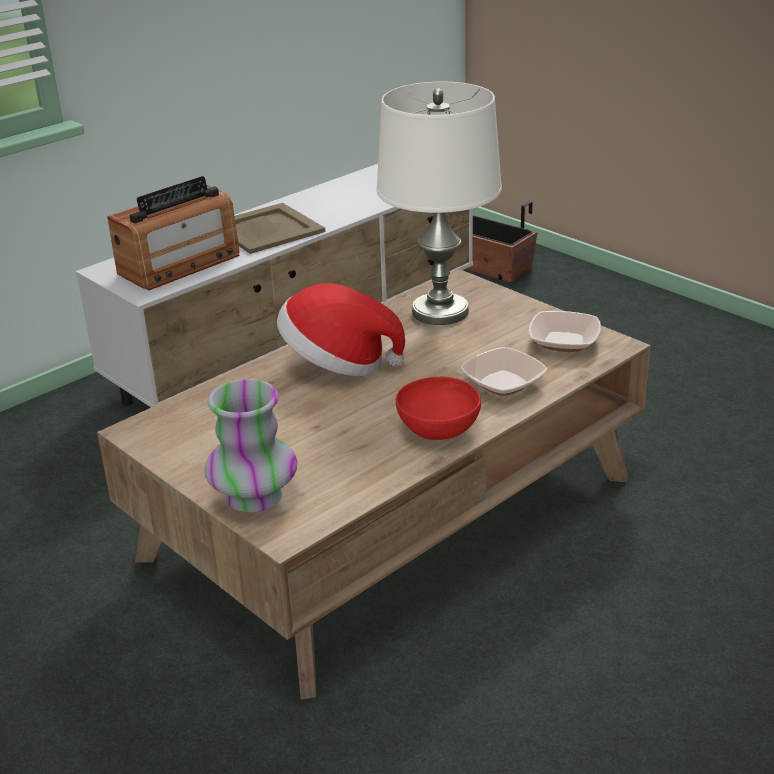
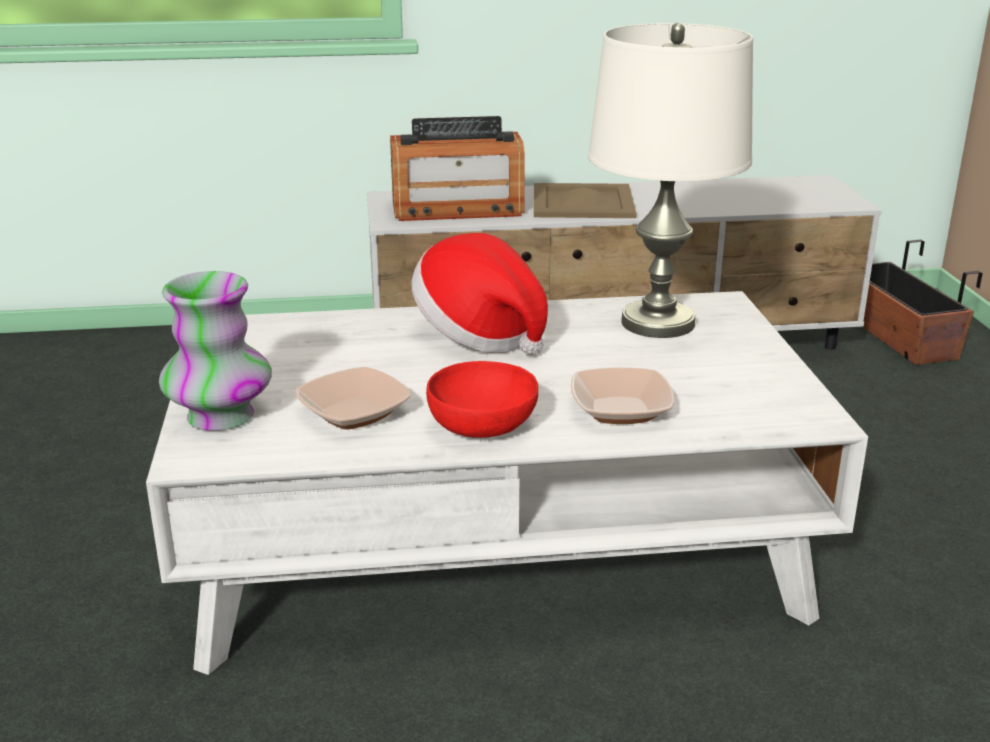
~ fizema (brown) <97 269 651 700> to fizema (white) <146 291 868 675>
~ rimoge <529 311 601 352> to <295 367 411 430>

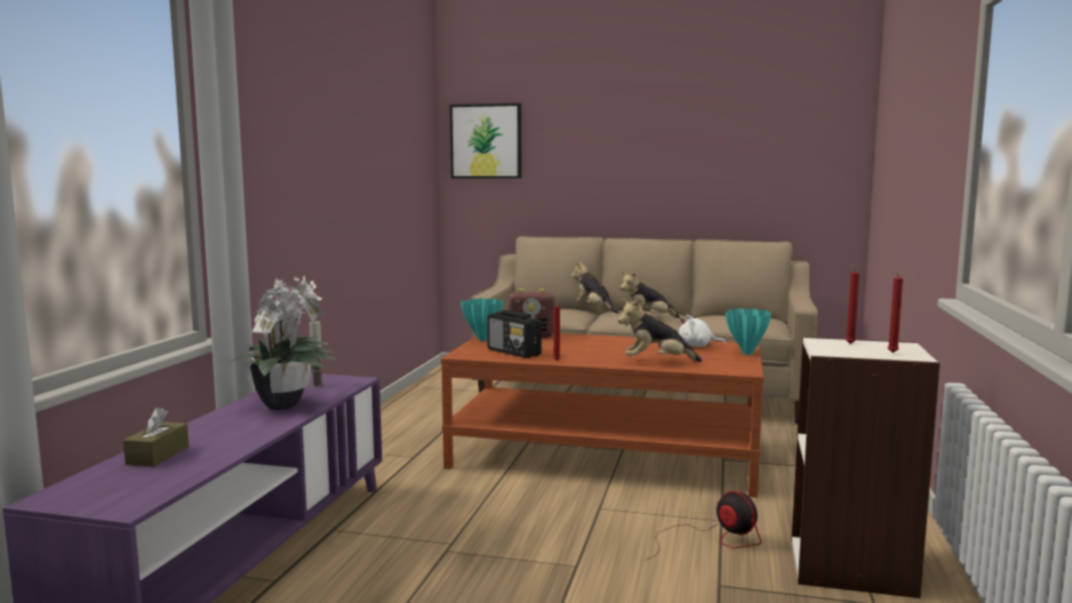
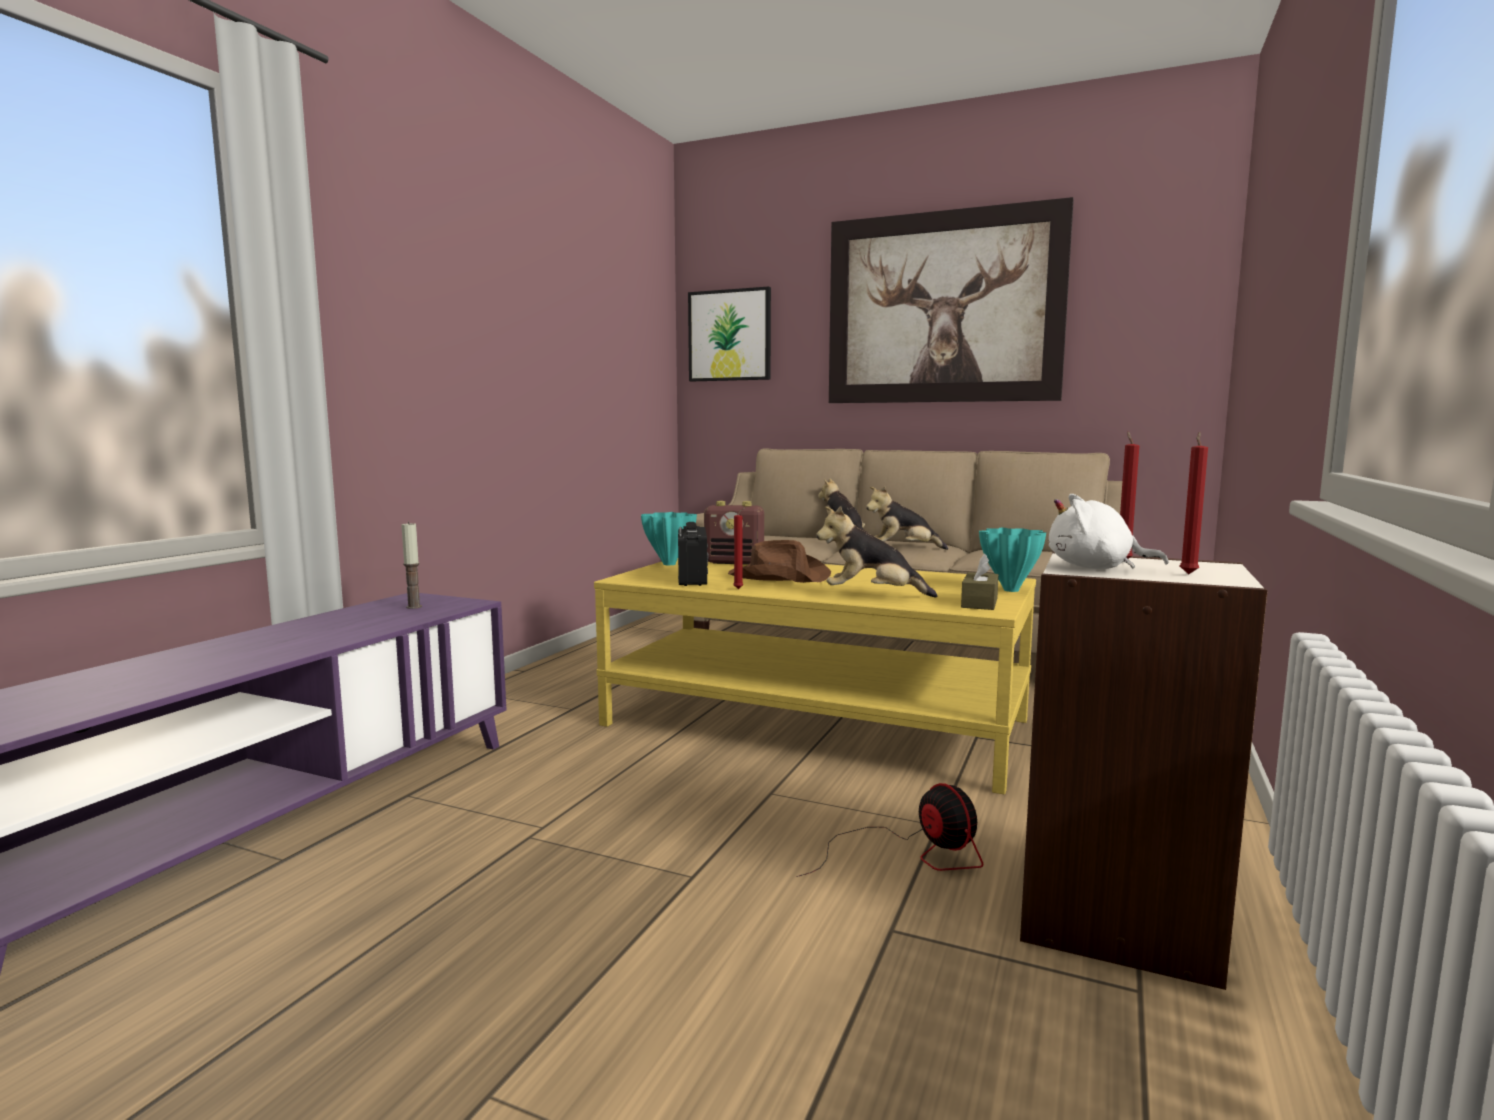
~ fizema (brown) <441 333 764 498> to fizema (yellow) <594 559 1036 795>
~ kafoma <487 310 541 358> = <678 522 708 586> 150 degrees counterclockwise
+ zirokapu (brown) <728 540 831 583>
+ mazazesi <829 197 1074 403>
~ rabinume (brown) <123 407 189 467> to <961 554 999 610>
~ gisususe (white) <679 315 726 347> to <1049 494 1169 569>
- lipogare <219 276 336 410>

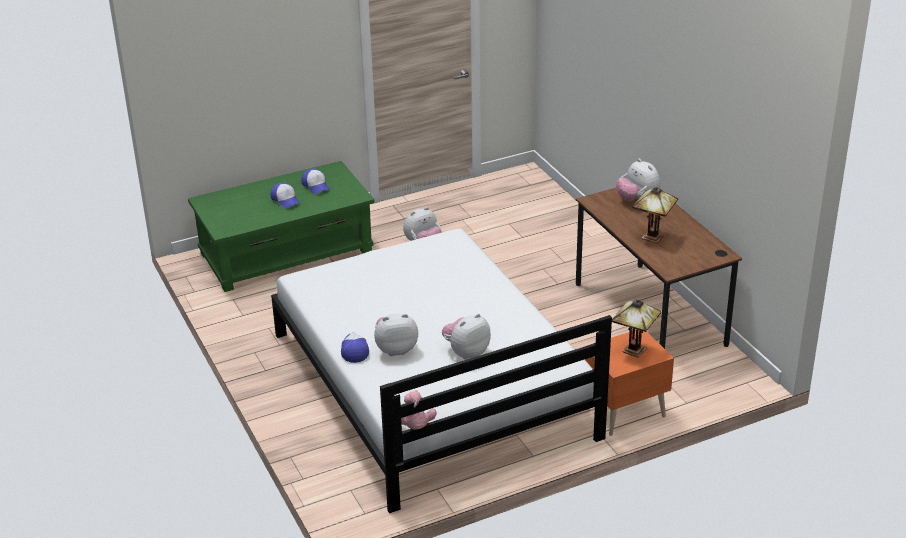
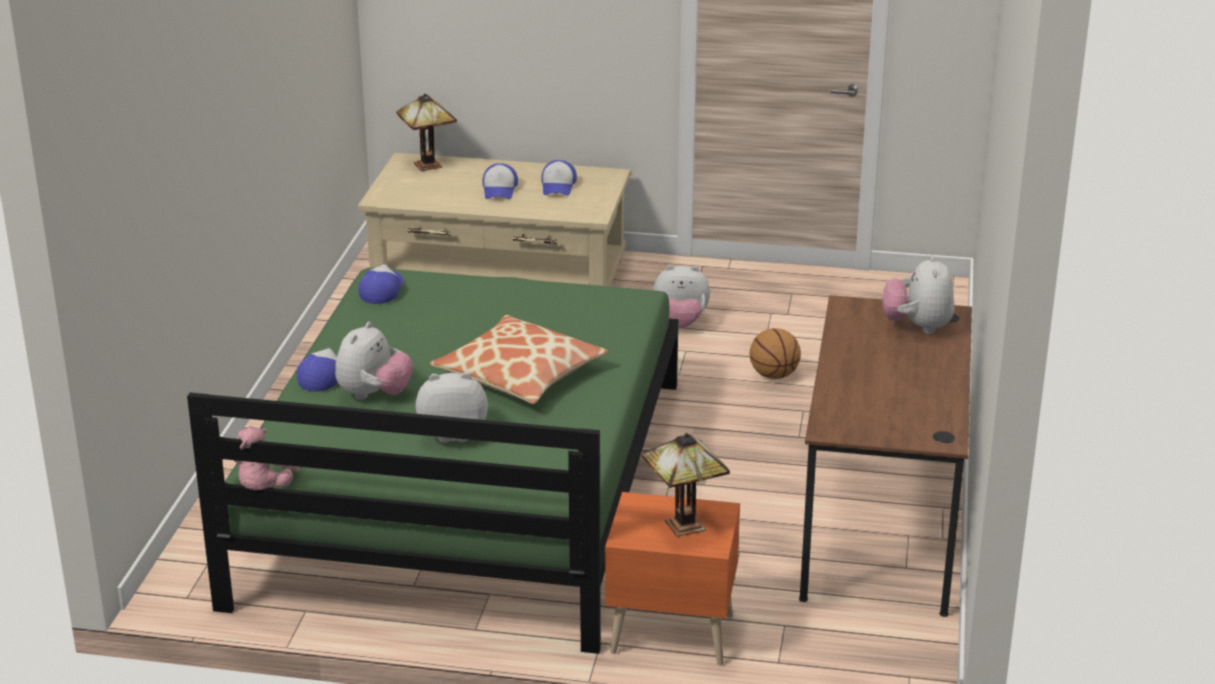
~ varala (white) <271 228 612 513> to varala (green) <187 268 678 654>
~ gisususe <374 314 418 356> = <335 322 413 400> 90 degrees clockwise
~ fizema (green) <188 161 374 292> to fizema (beige) <358 153 631 287>
+ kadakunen <358 264 404 304>
~ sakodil <632 187 678 243> to <396 93 457 171>
+ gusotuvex <429 315 608 404>
+ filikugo <750 328 801 379>

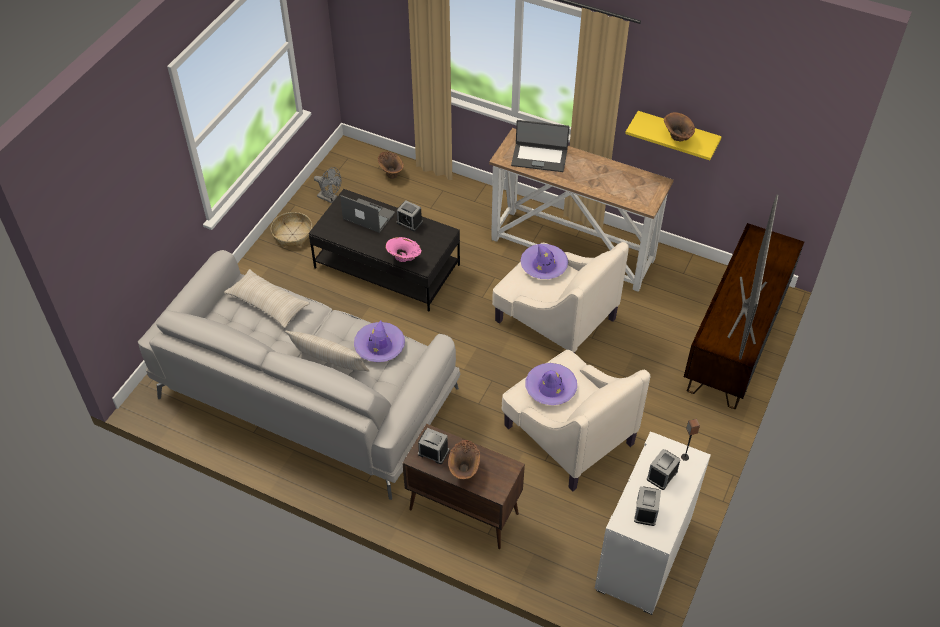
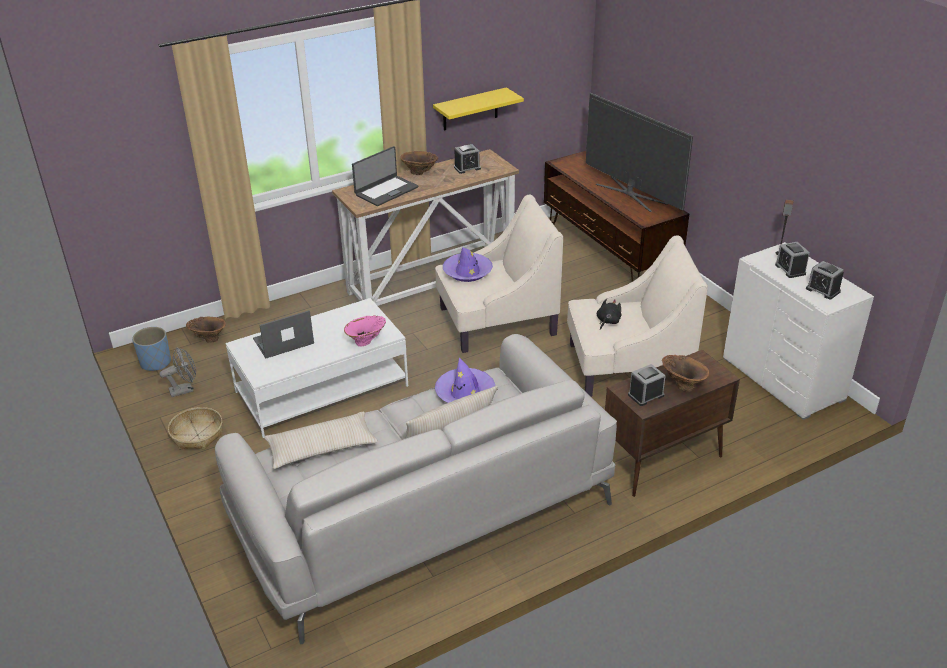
+ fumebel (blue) <132 327 171 371>
~ fizema (black) <309 189 460 312> to fizema (white) <226 298 408 438>
~ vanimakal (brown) <664 112 695 142> to <401 151 438 175>
~ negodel <397 201 423 231> to <454 144 481 174>
~ zirokapu (purple) <526 363 577 405> to gisususe (black) <597 299 621 330>

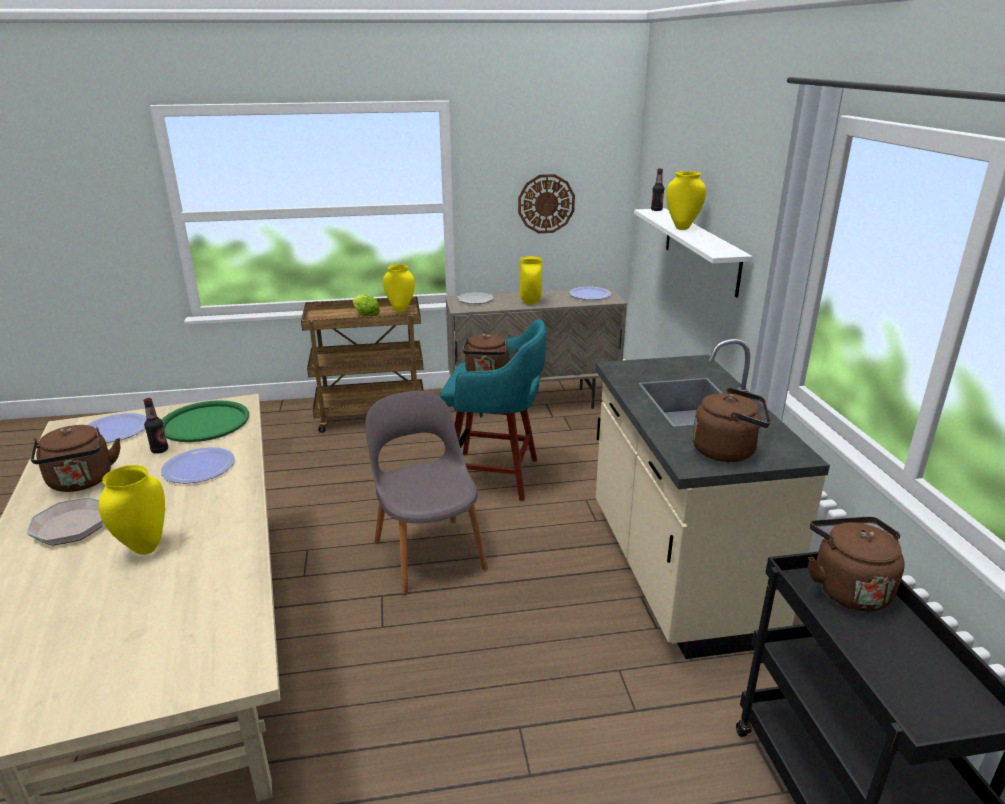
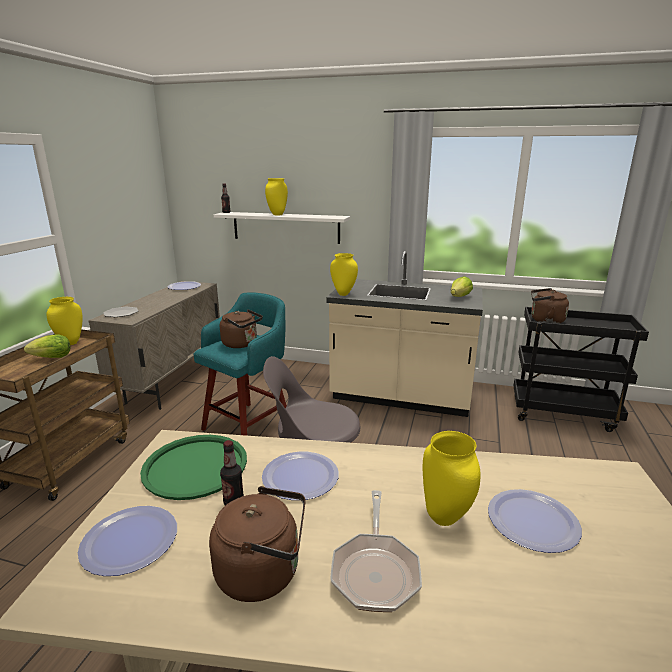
~ vanimakal (yellow) <520 256 542 304> to <330 253 358 296>
~ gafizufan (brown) <692 388 771 462> to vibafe <451 276 473 297>
+ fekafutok <488 489 582 553>
- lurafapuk <518 174 575 233>

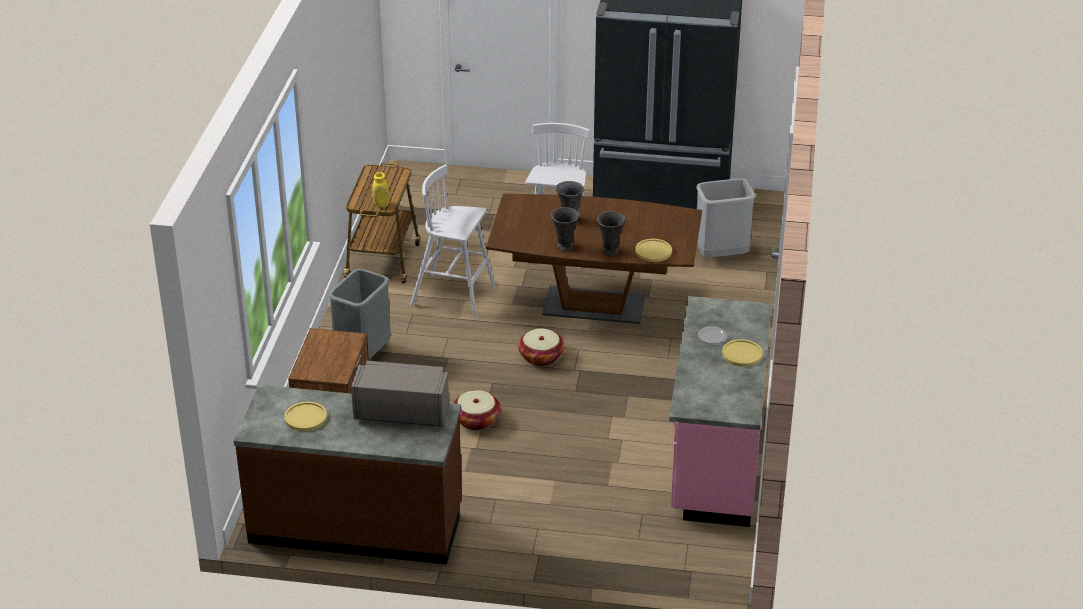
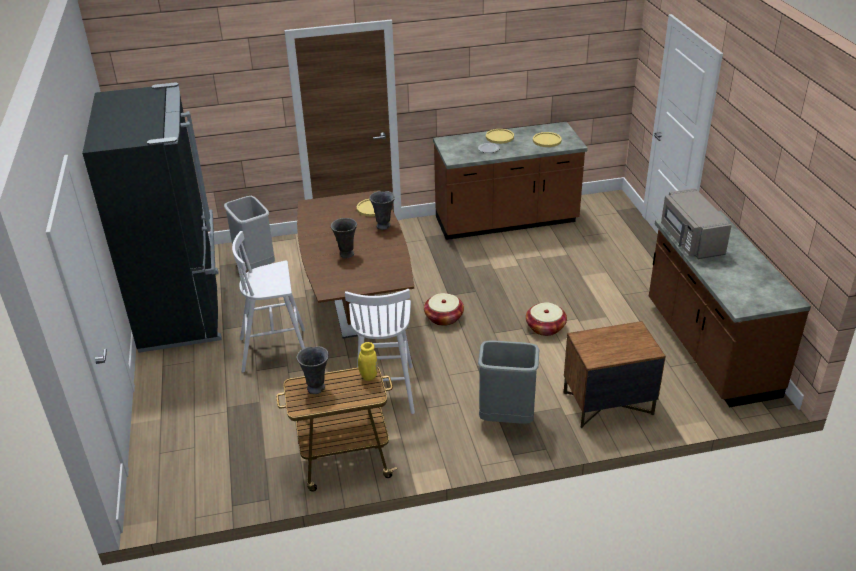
~ vanimakal (grey) <551 207 579 252> to <297 346 329 394>
~ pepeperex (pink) <669 296 771 527> to pepeperex (brown) <433 122 588 240>
~ fekafutok (yellow) <284 402 327 431> to <533 132 562 147>

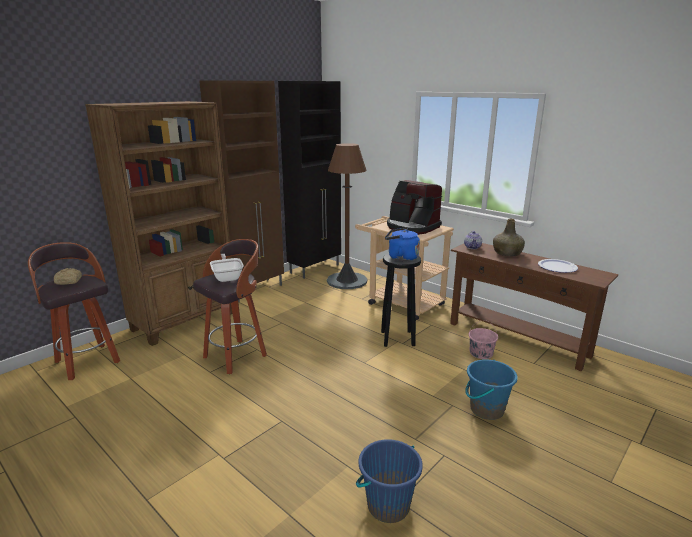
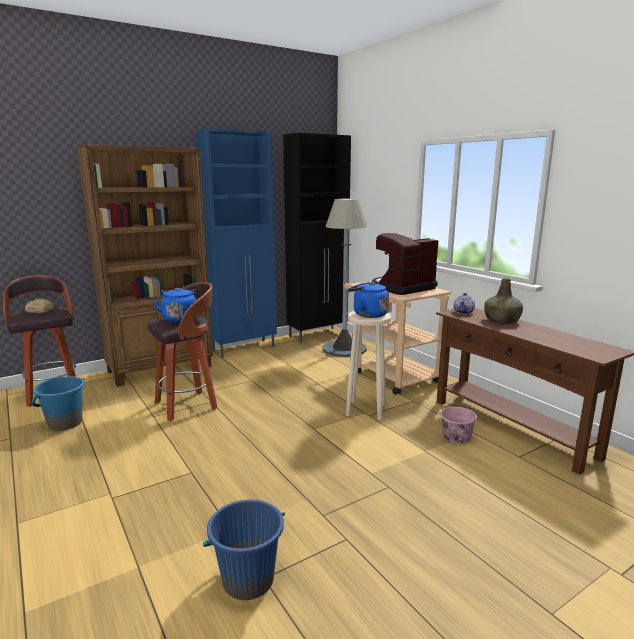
~ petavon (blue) <465 359 518 420> to <31 377 85 431>
~ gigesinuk <210 254 243 282> to gafizufan (blue) <153 288 197 323>
~ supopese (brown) <199 80 284 302> to supopese (blue) <196 128 277 358>
~ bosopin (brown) <327 143 367 289> to bosopin (grey) <323 199 368 357>
~ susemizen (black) <381 253 421 347> to susemizen (beige) <346 311 391 420>
~ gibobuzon <387 180 442 235> = <372 233 438 295> 90 degrees clockwise
- fekafutok <538 259 578 273>

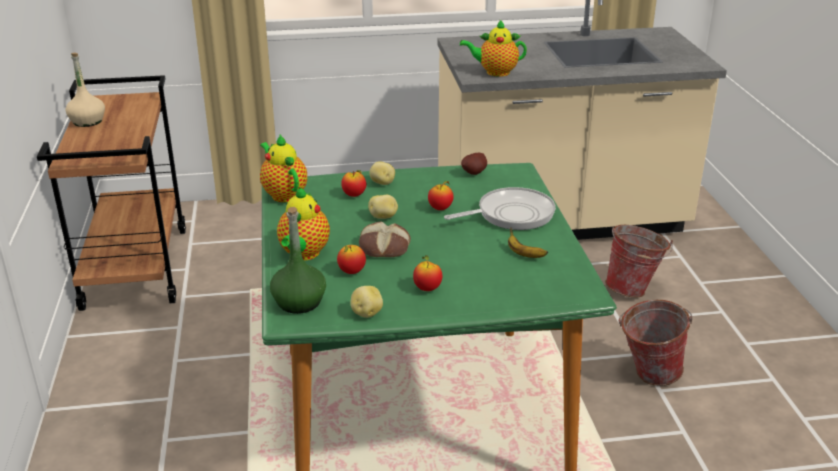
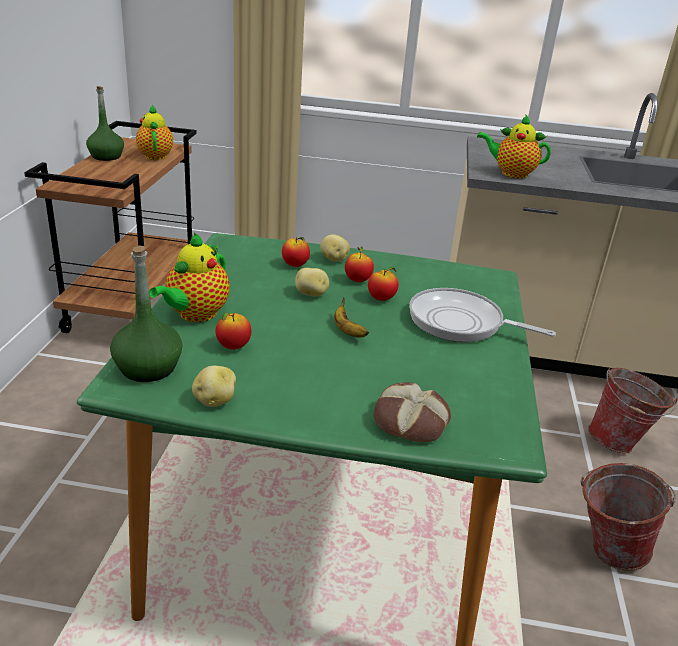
~ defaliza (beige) <65 53 105 127> to defaliza (green) <86 86 124 161>
~ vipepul <260 134 307 202> to <136 104 173 160>
~ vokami <508 227 548 258> to <334 297 369 338>
~ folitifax <413 255 442 291> to <345 246 374 282>
~ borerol <359 222 411 257> to <373 382 451 442>
~ gigesinuk <444 187 556 230> = <409 288 556 342> 150 degrees counterclockwise
- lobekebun <461 153 487 175>

